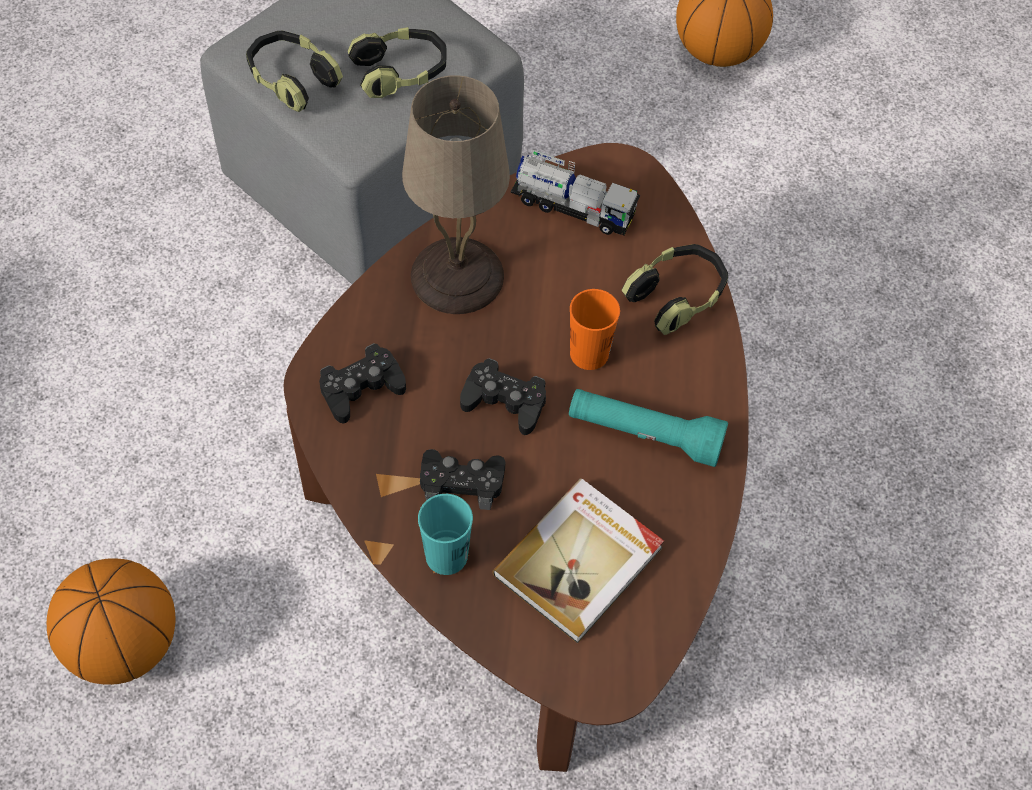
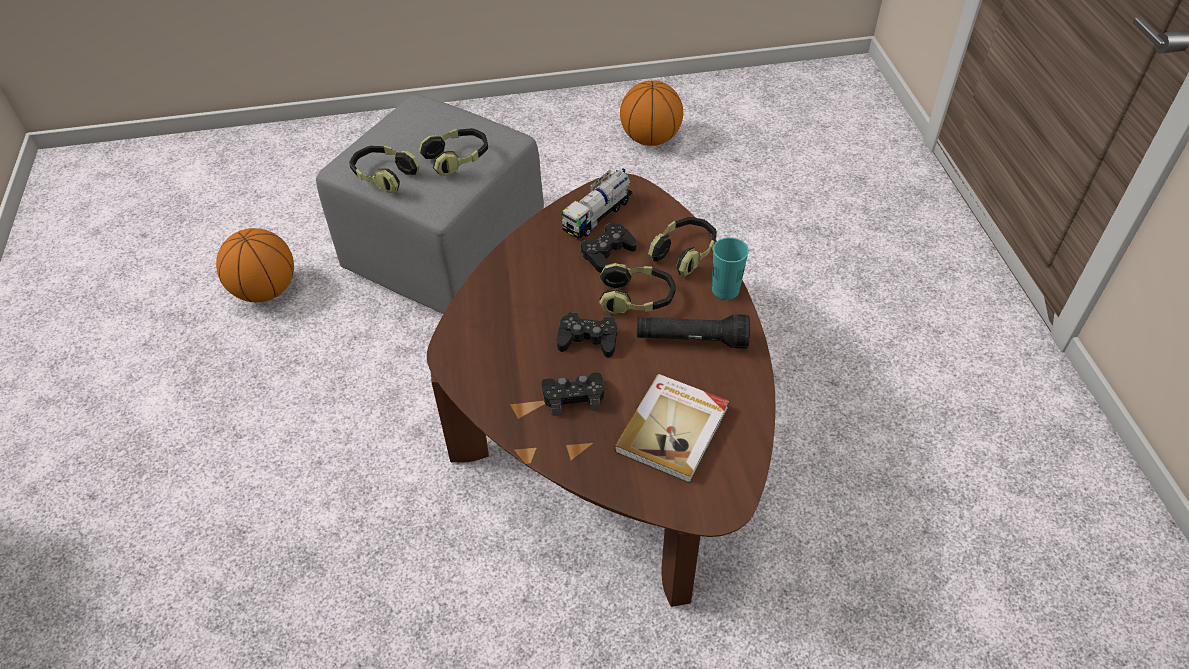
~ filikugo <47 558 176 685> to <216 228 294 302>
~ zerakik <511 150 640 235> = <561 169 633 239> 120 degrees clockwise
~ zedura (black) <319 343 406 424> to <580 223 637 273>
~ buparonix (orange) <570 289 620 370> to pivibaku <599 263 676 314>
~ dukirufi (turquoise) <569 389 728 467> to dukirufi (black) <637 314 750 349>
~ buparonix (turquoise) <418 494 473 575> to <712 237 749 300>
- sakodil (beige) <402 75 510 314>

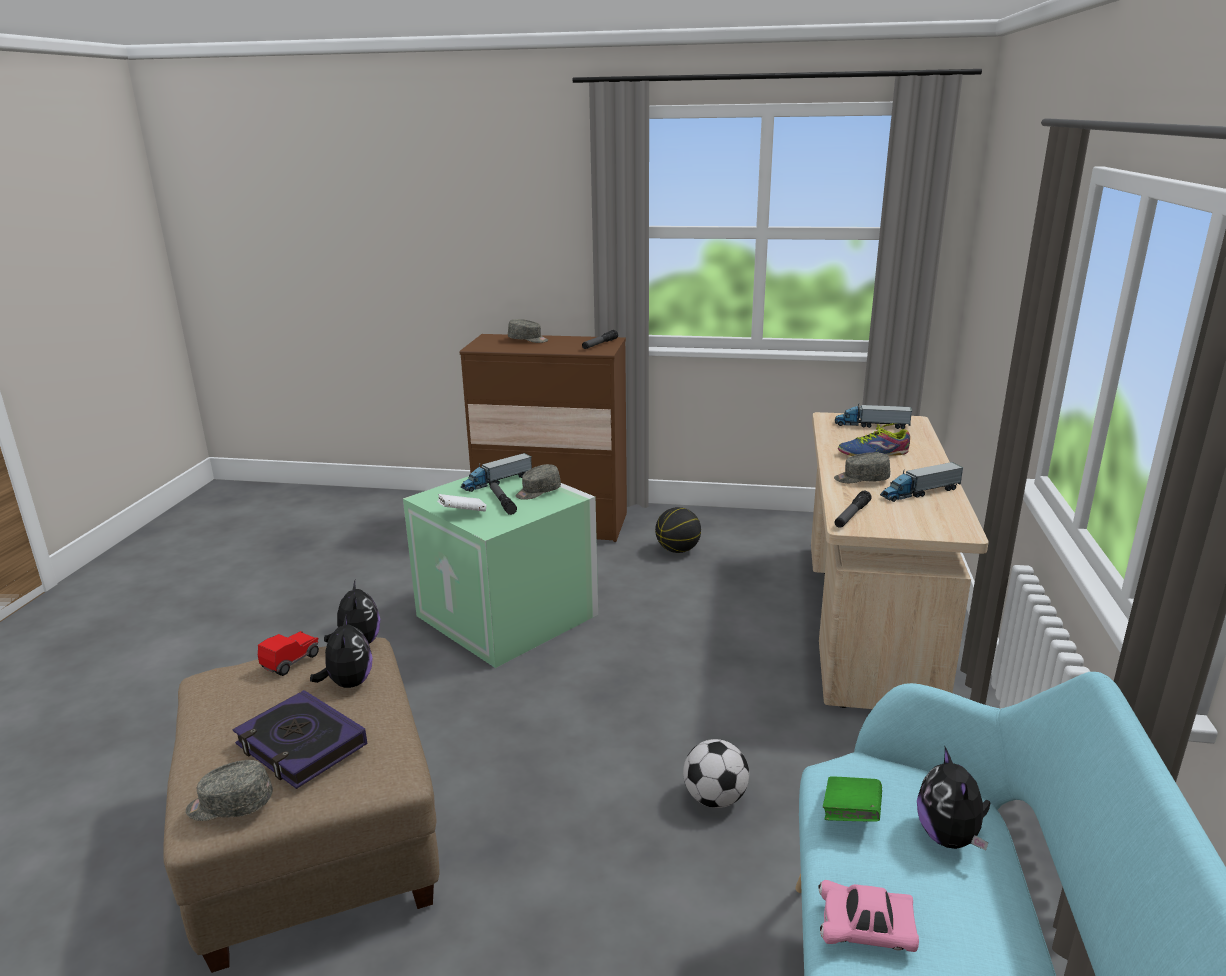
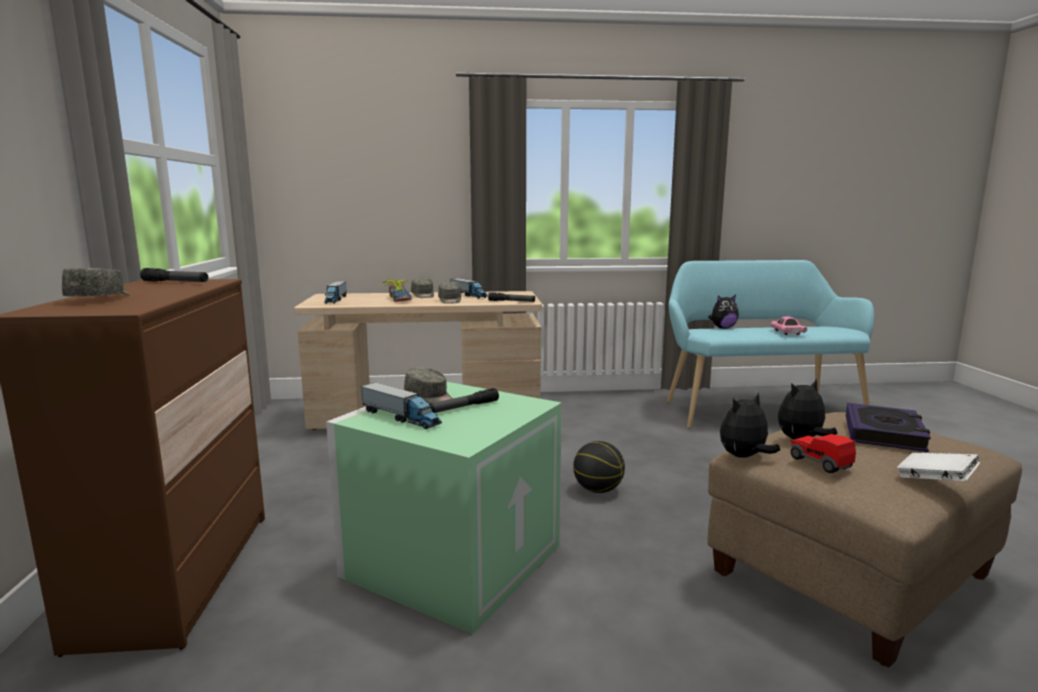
~ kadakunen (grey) <186 760 273 821> to <411 278 434 298>
~ filikugo <655 507 701 553> to <573 441 625 493>
~ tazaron <258 631 319 676> = <790 434 856 473> 45 degrees clockwise
~ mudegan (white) <437 494 486 512> to <897 453 980 482>
- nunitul <683 739 749 808>
- mudegan (green) <823 776 882 822>

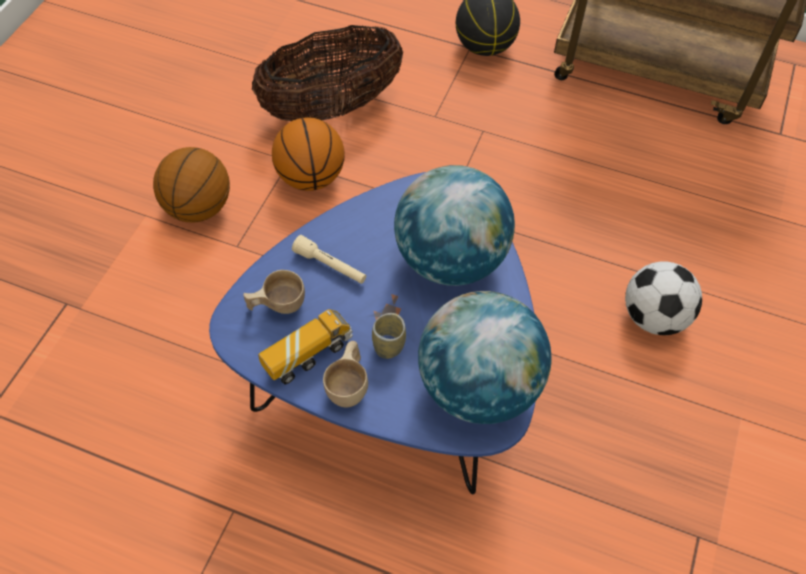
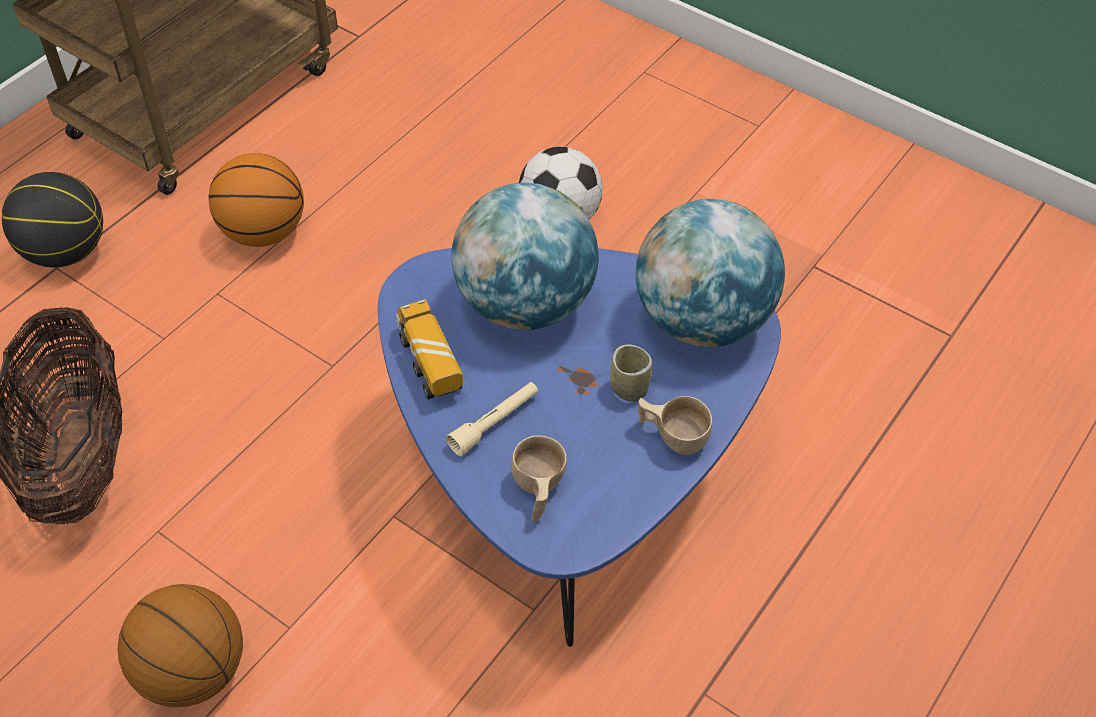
~ filikugo <272 117 345 191> to <208 153 304 247>
~ zerakik <258 309 353 384> to <396 299 463 399>

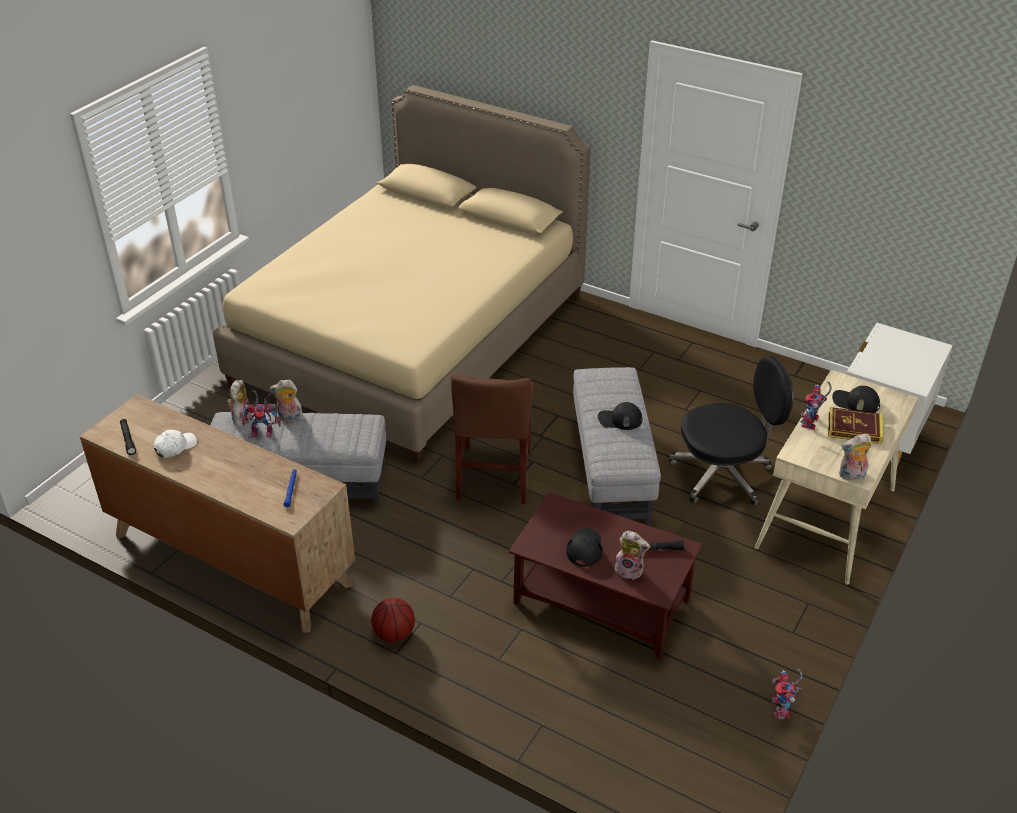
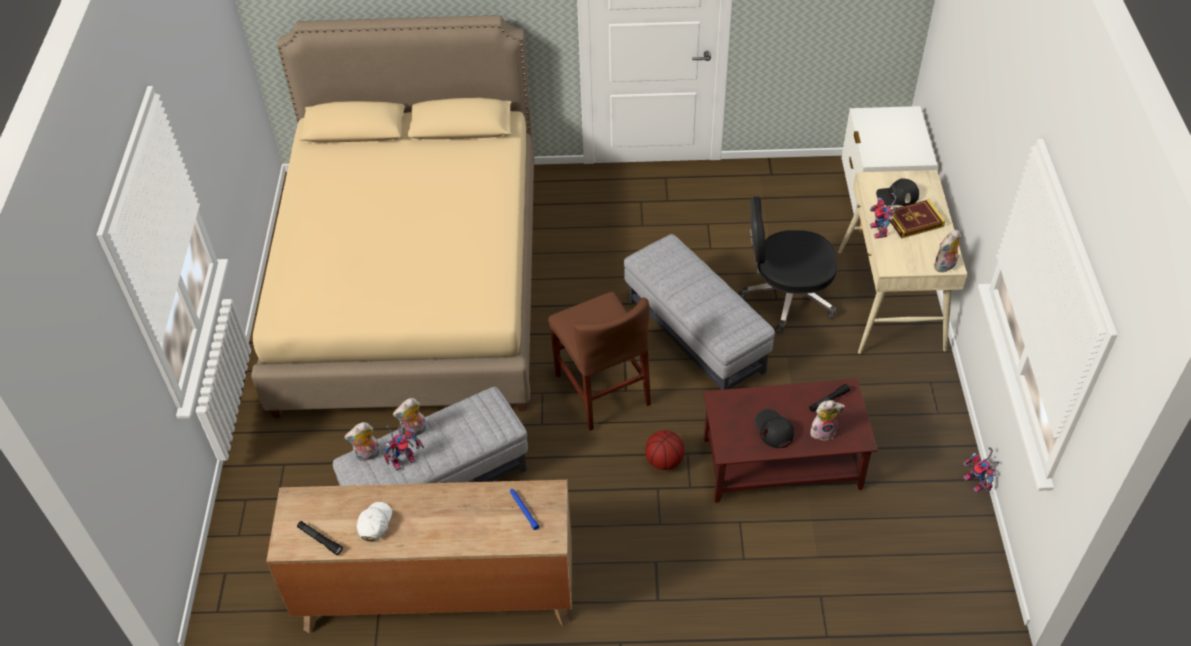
~ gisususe <227 380 252 427> = <344 422 381 462> 90 degrees counterclockwise
~ filikugo <371 598 415 642> to <645 430 685 470>
~ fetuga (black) <669 356 794 506> = <738 196 837 334> 135 degrees counterclockwise
- kadakunen (black) <598 402 643 430>

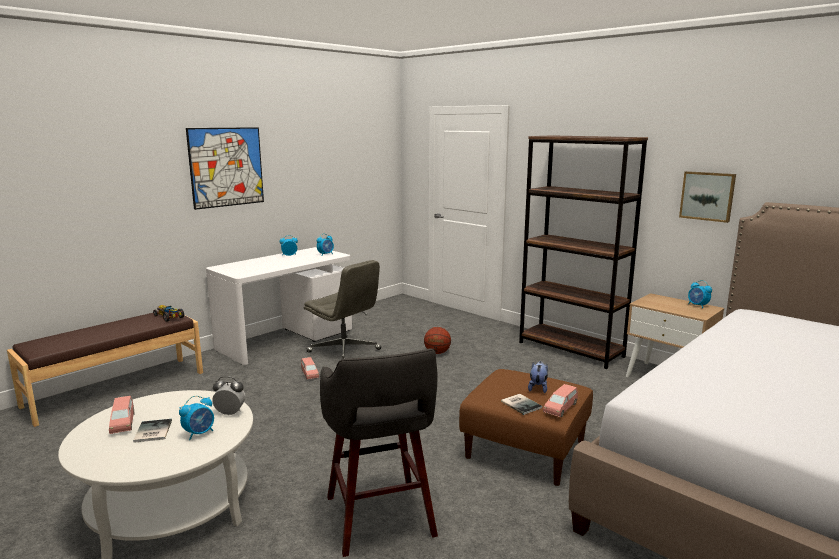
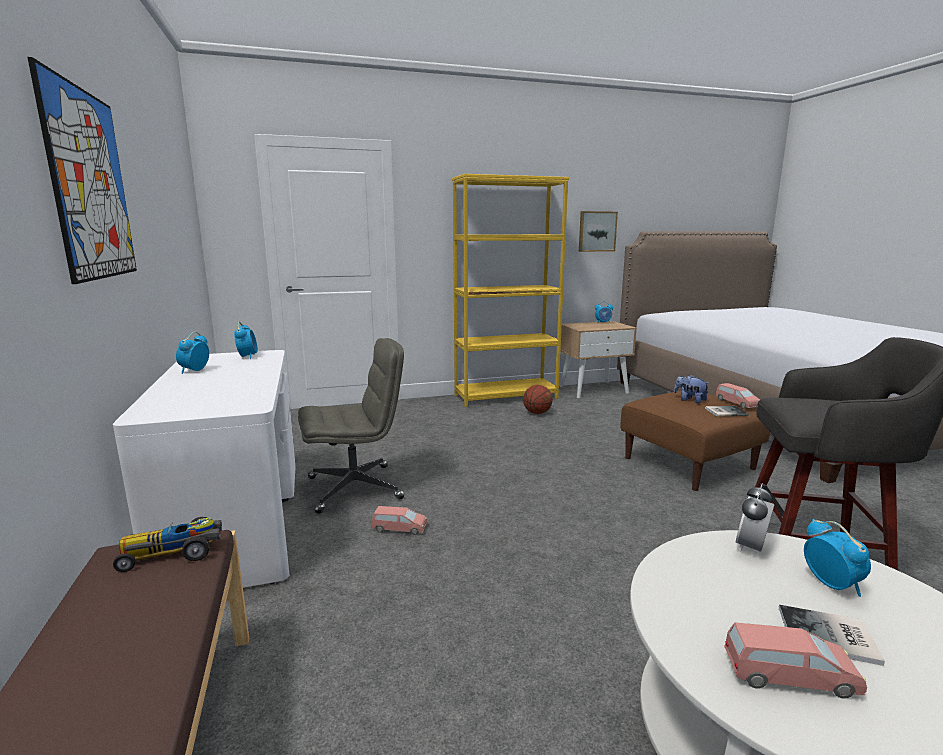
~ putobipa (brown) <519 135 648 369> to putobipa (yellow) <452 174 569 407>
~ filikugo <424 327 451 354> to <523 385 553 414>

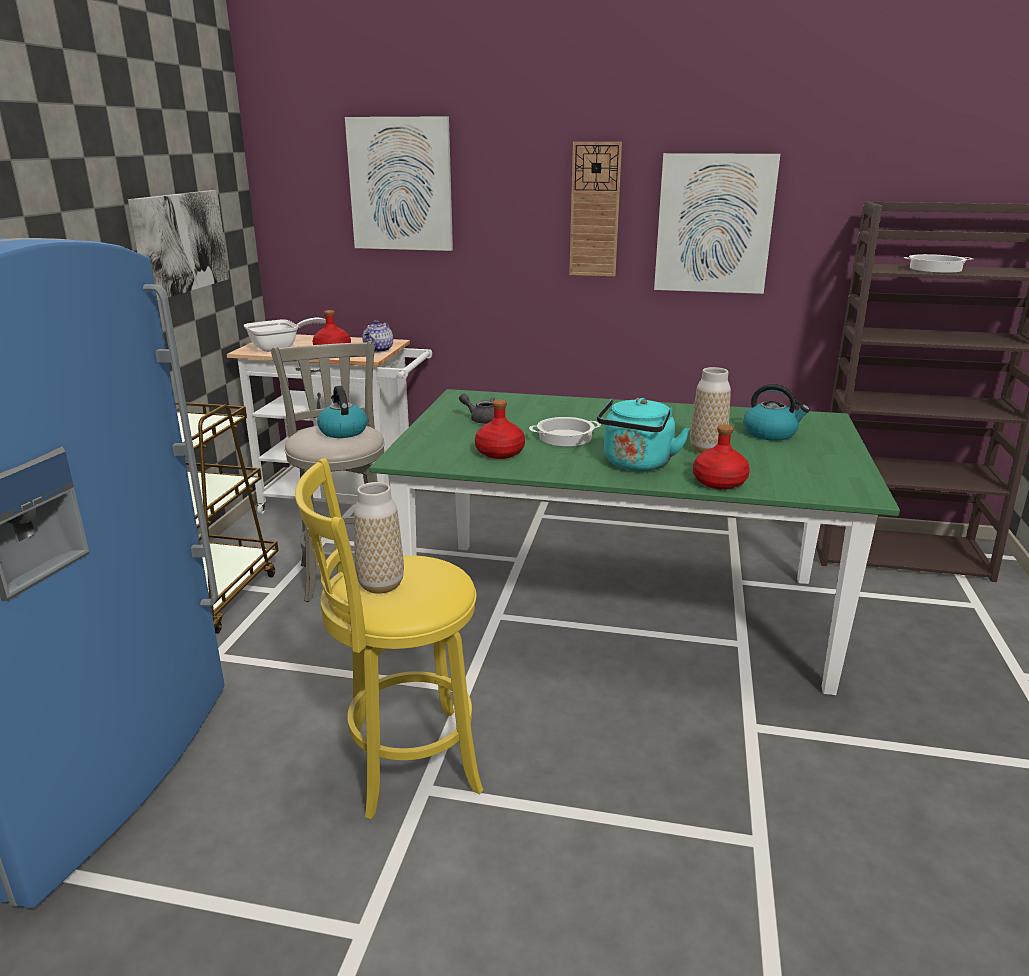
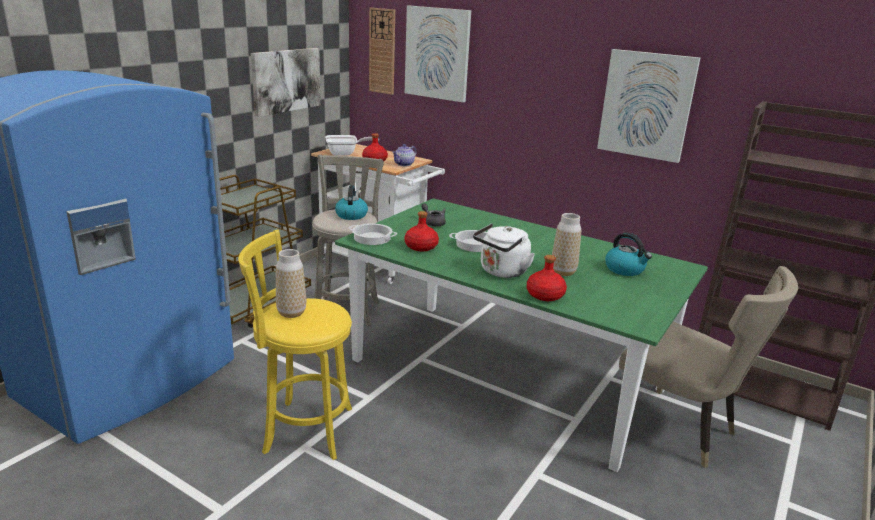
~ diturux <903 254 973 273> to <349 223 397 245>
~ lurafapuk <569 142 622 277> to <369 8 395 95>
~ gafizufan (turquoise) <597 398 690 471> to gafizufan (white) <473 224 535 278>
+ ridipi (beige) <619 266 798 468>

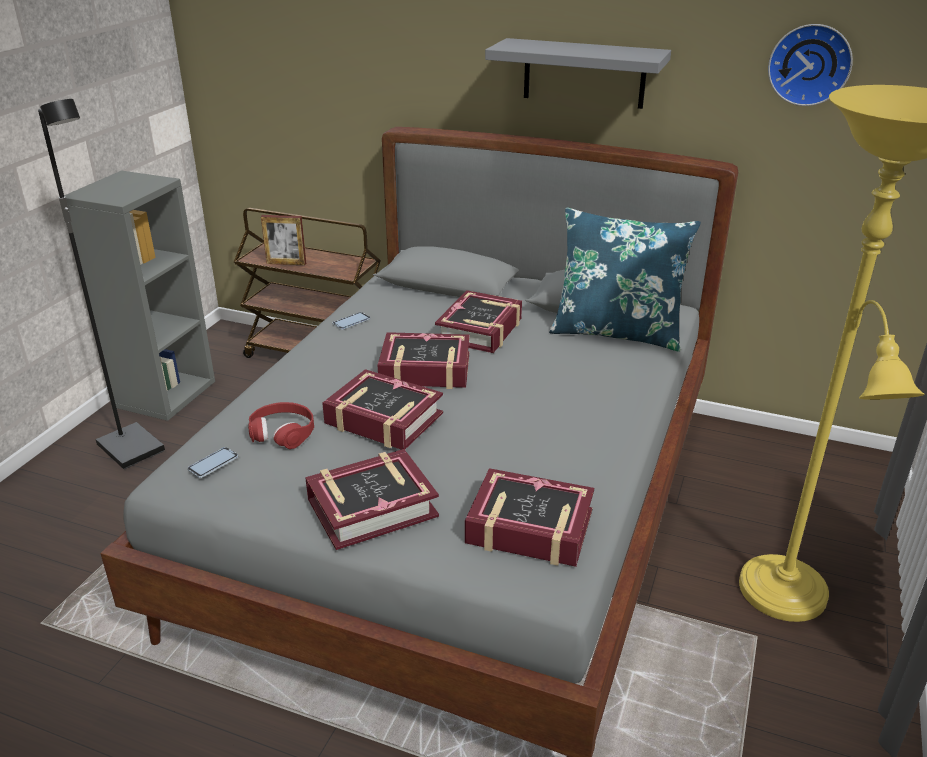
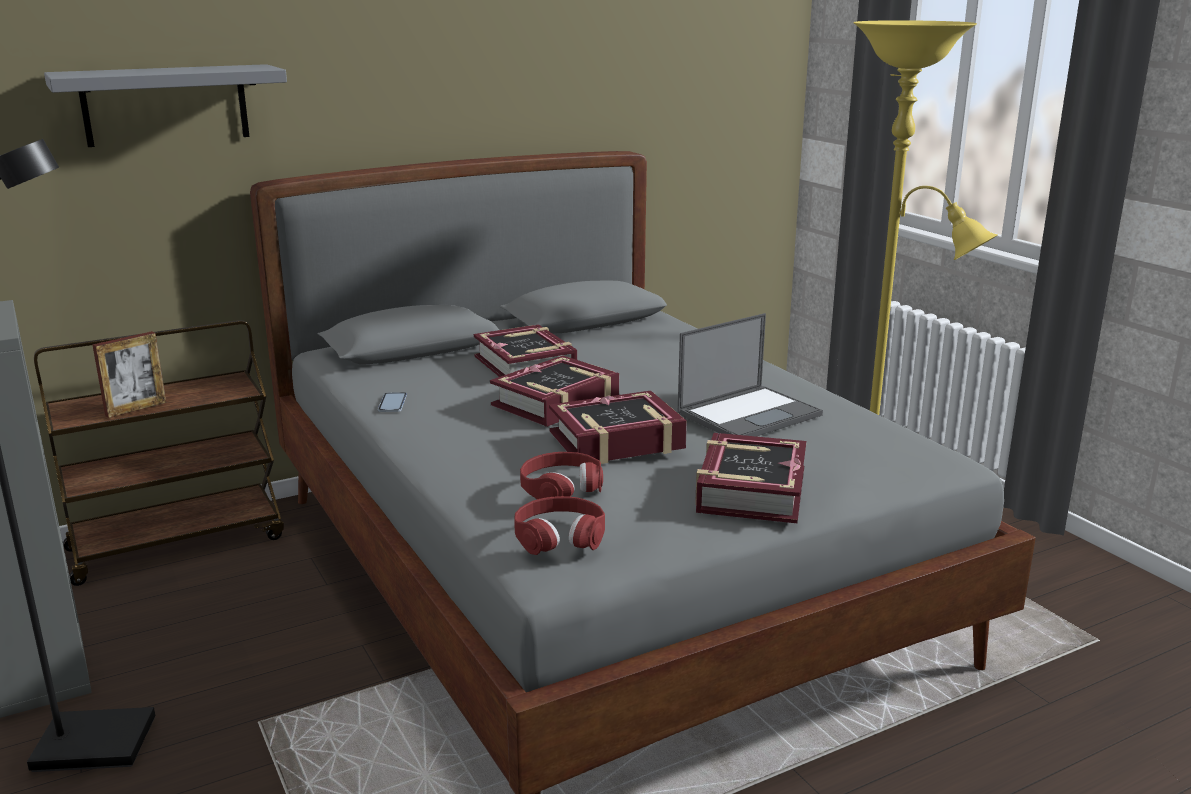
~ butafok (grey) <485 38 671 109> to <44 64 287 147>
~ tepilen <188 447 238 478> to pivibaku (red) <514 496 605 555>
+ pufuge <678 313 823 437>
- mudegan <465 468 594 567>
- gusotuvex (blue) <549 208 701 352>
- lurafapuk <768 24 853 106>

